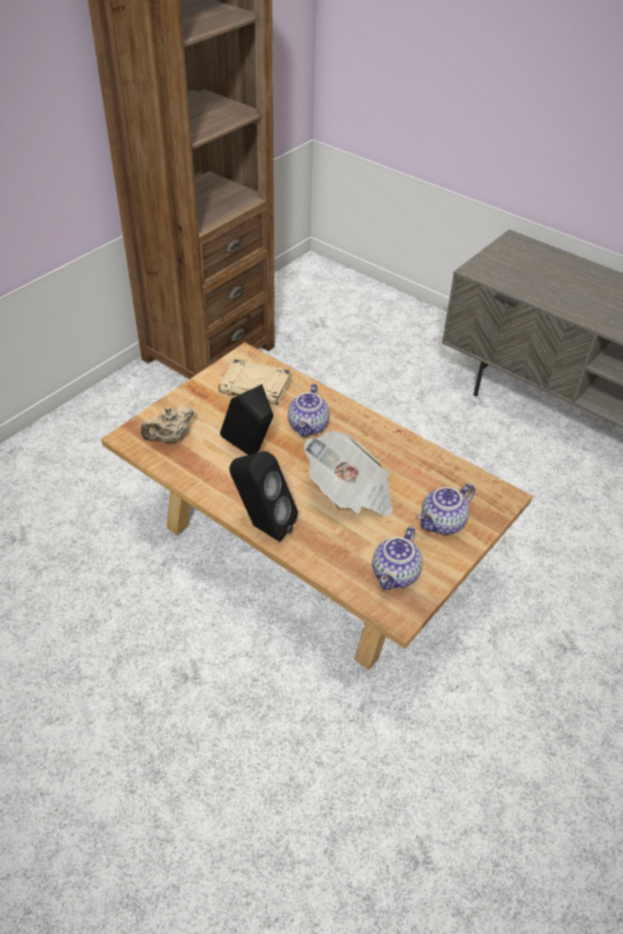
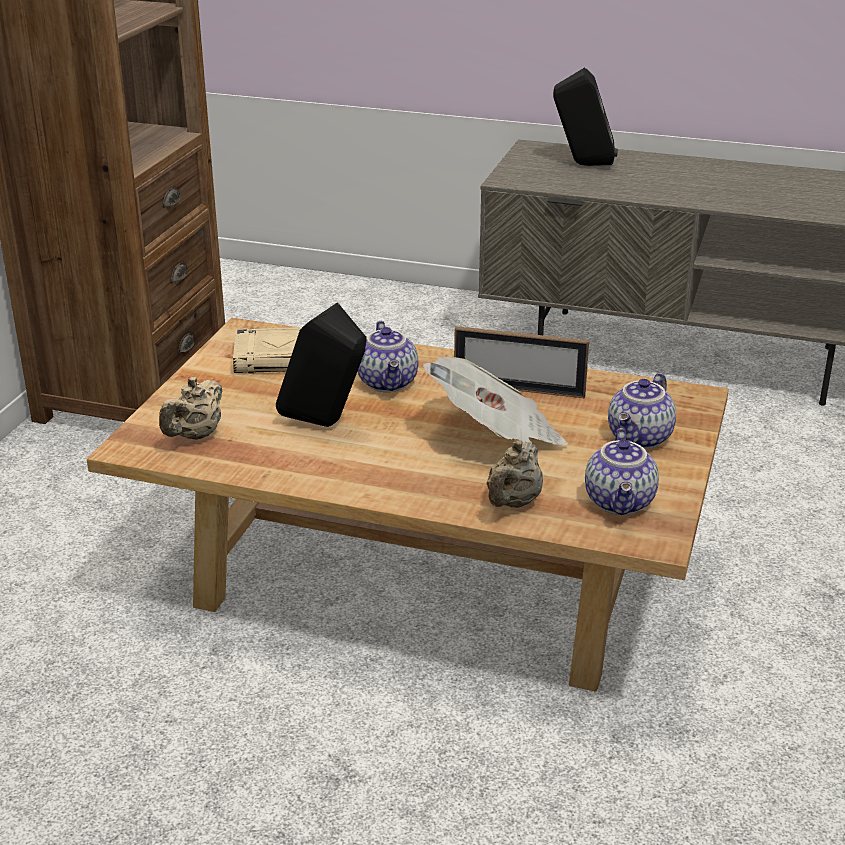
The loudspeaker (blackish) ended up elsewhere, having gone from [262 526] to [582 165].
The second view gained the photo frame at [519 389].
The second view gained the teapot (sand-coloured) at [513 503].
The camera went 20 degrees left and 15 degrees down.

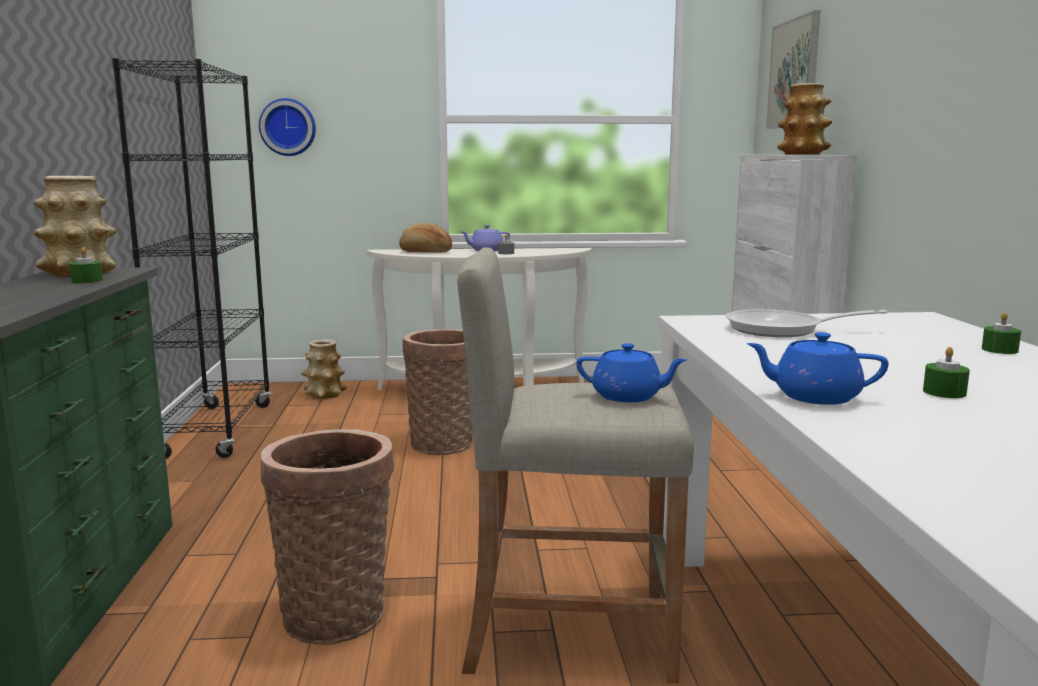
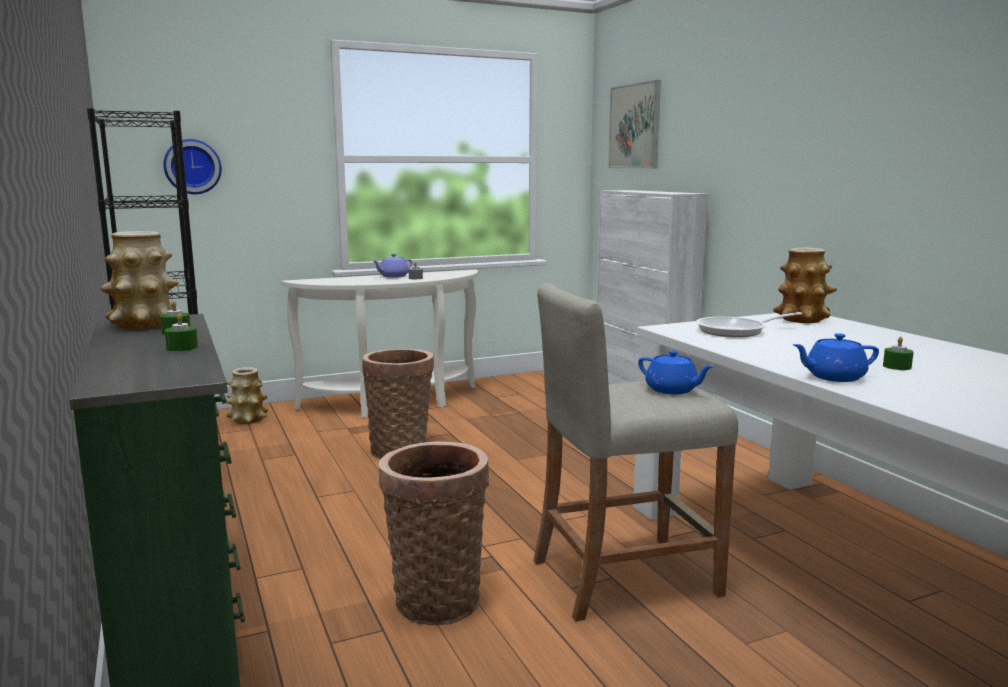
The decorative vase ended up elsewhere, having gone from [803 154] to [802 319].
The second view lost the baked bread at [425 251].
The wax candle (green-coloured) ended up elsewhere, having gone from [999 350] to [182 347].
The teapot (bluish) at [628 396] ended up facing another way, 45 degrees clockwise from before.
The camera went 20 degrees left and 0 degrees up.

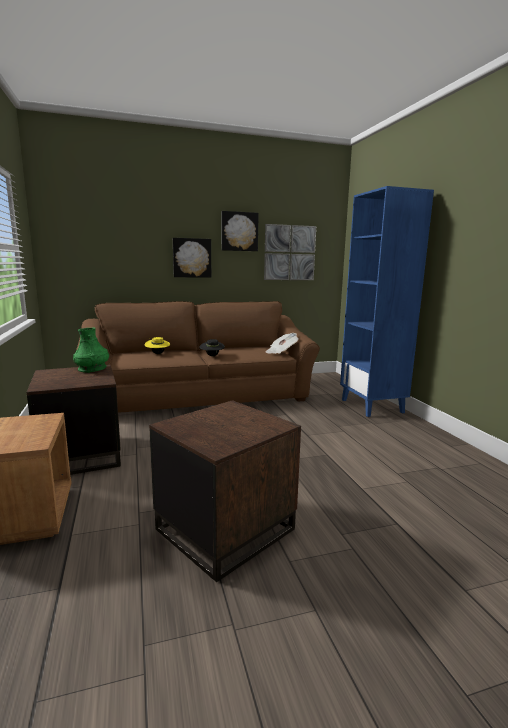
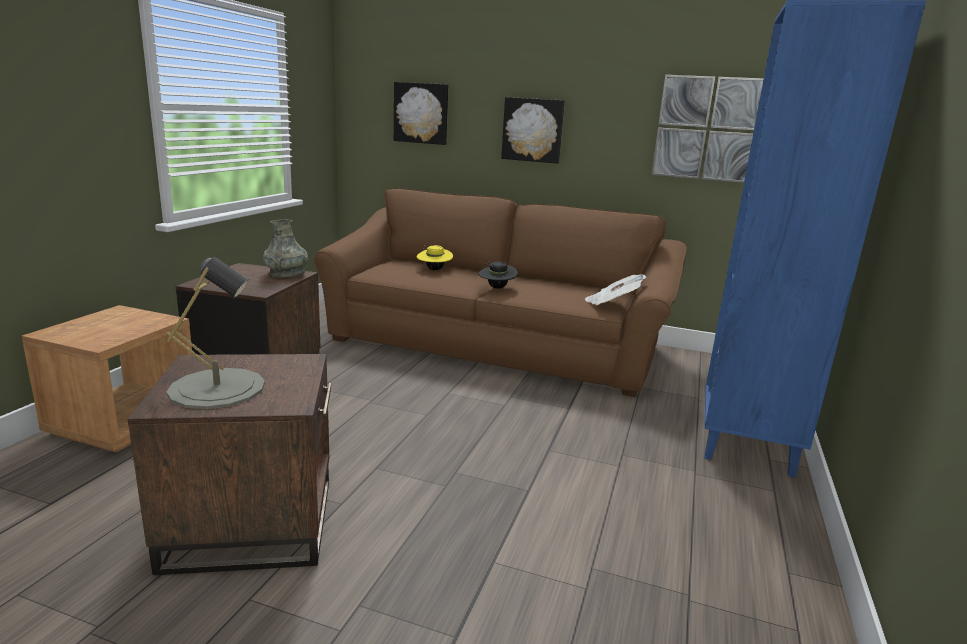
The wall art ended up elsewhere, having gone from [239 231] to [421 113].
What was the decorative vase (green-coloured) at [92 369] turned into the decorative vase (gray) at [286 274].
The second view gained the tabletop lamp (gray) at [217 388].
The camera went 35 degrees right and 5 degrees up.

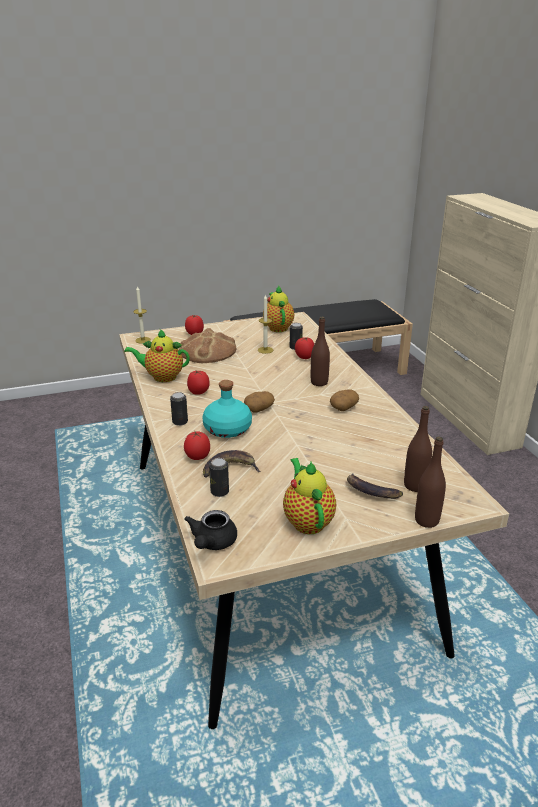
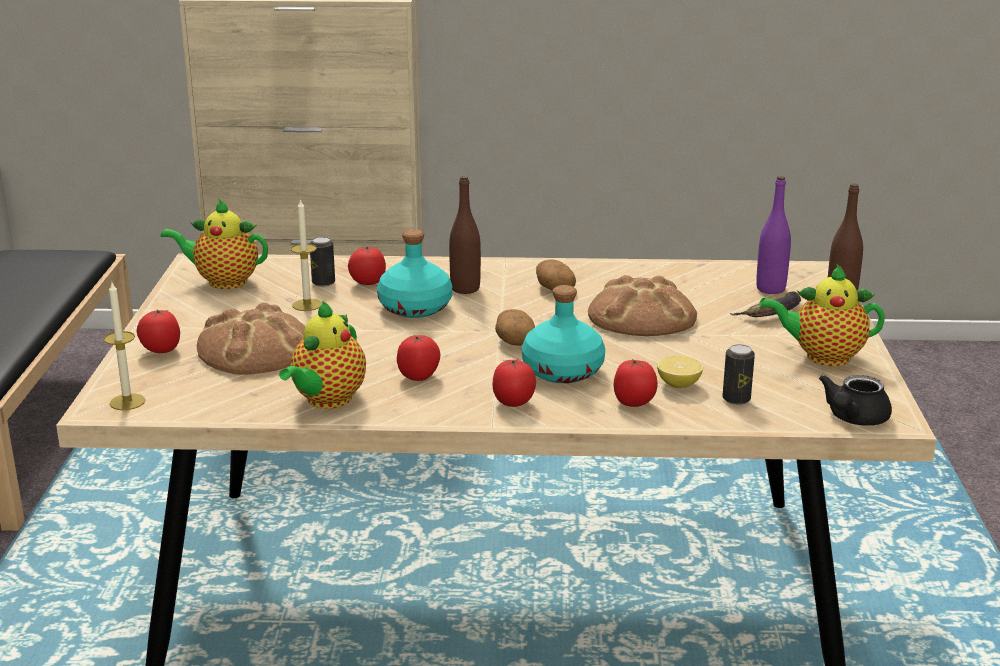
Where the can stood at [180 422], the tomato came to stand at [513 403].
What was the beverage bottle (brown) at [415 486] turned into the beverage bottle (purple) at [770 289].
Where the banana fruit stood at [230 468], the citrus fruit came to stand at [679 384].
The teapot (blackish) at [212 543] ended up facing another way, 90 degrees clockwise from before.
The second view gained the beverage bottle (turquoise-coloured) at [415 308].
The second view gained the baked bread at [641 316].
The camera went 70 degrees left and 5 degrees down.

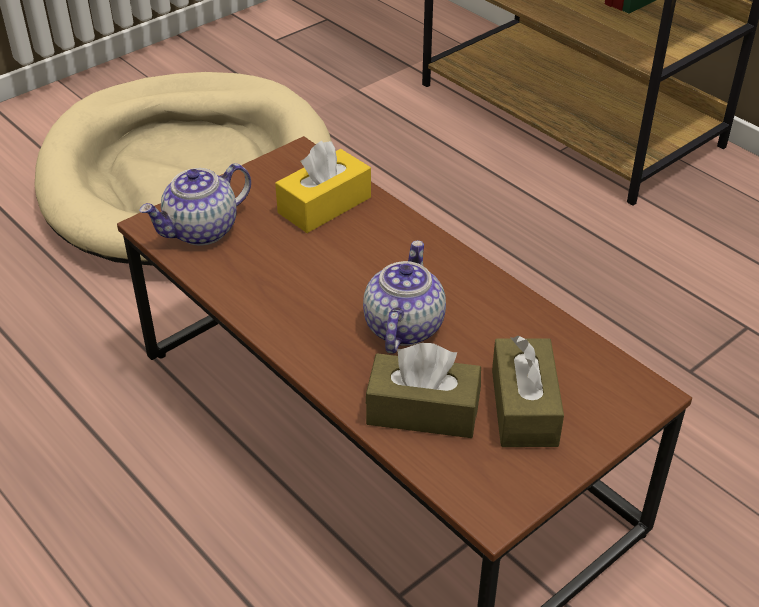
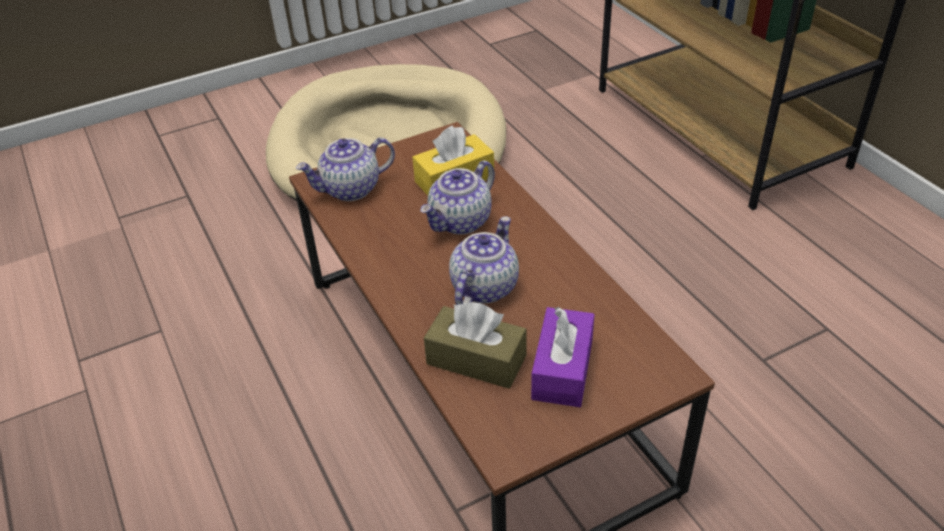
What was the tissue box (brown) at [524 407] turned into the tissue box (purple) at [562 369].
The second view gained the teapot at [461 222].
The camera went 15 degrees right and 0 degrees up.

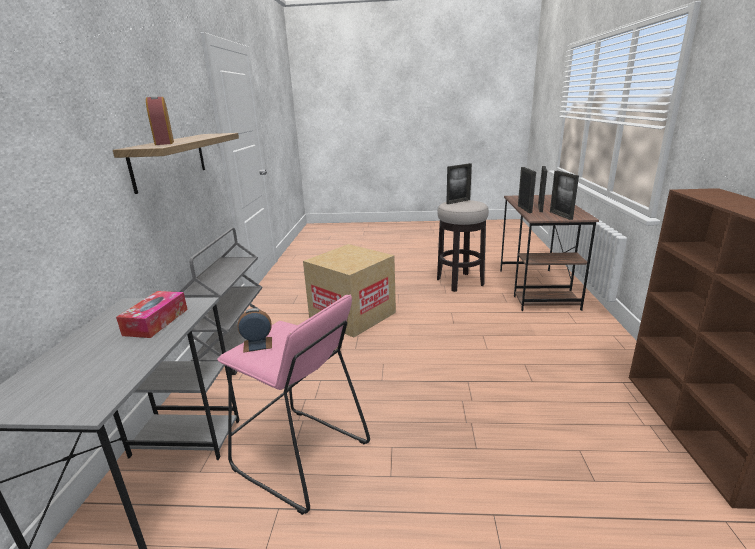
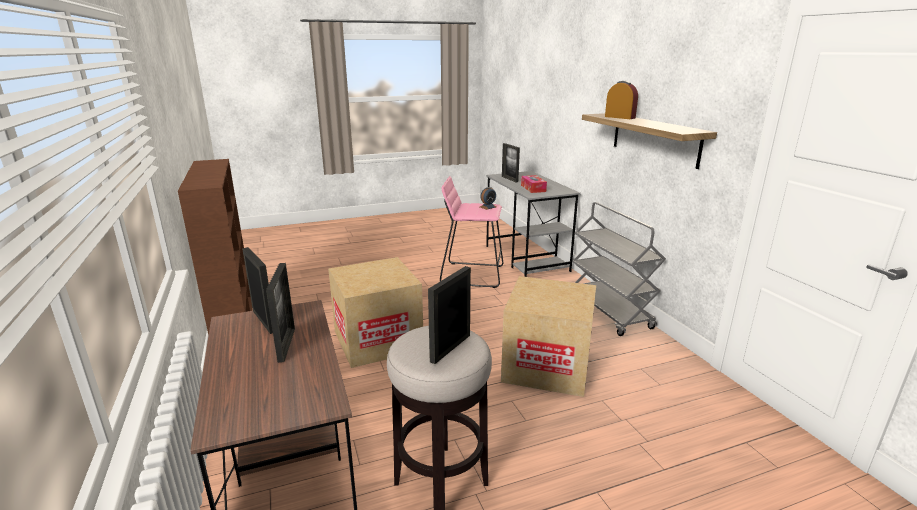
The photo frame ended up elsewhere, having gone from [524 209] to [509 179].
The second view gained the cardboard box at [378 340].
The camera went 155 degrees right and 0 degrees up.

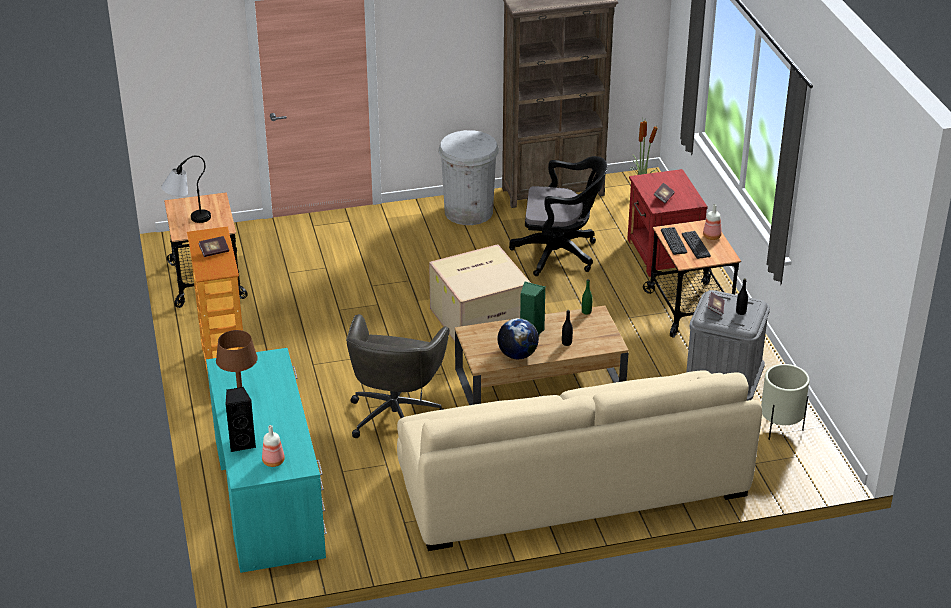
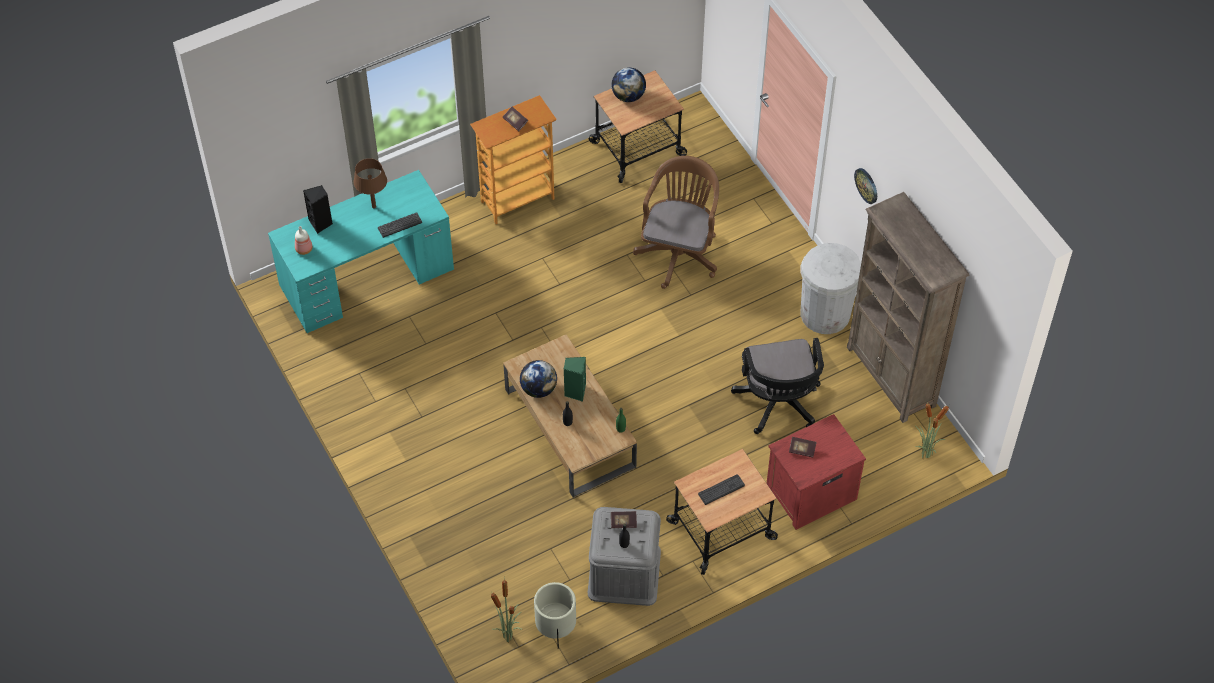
Where the tabletop lamp stood at [187 220], the desk globe came to stand at [628 96].
The second view lost the beverage bottle at [712 236].
The PC keyboard ended up elsewhere, having gone from [673 241] to [400 225].
The second view lost the cardboard box at [480 318].
The second view lost the computer chair (gray) at [396 415].
The second view lost the couch (sand-coloured) at [572 481].
The second view gained the computer chair (brown) at [679 251].
The second view gained the clock on the wall at [867 185].
The second view gained the houseplant at [508 635].
The camera went 75 degrees right and 20 degrees up.

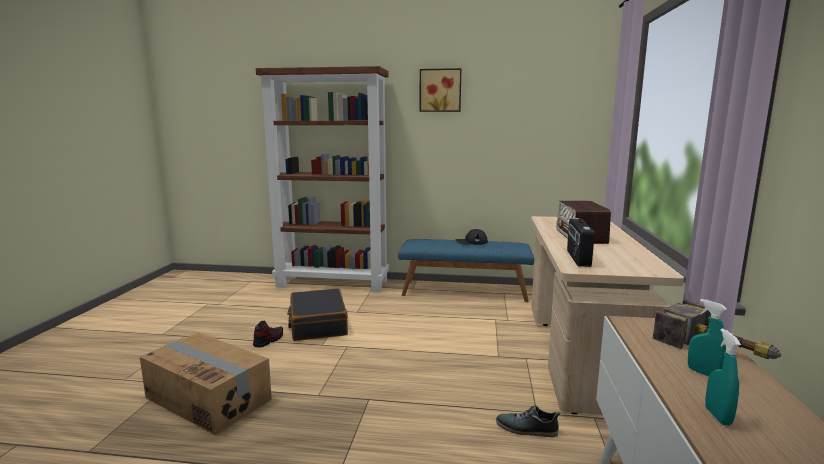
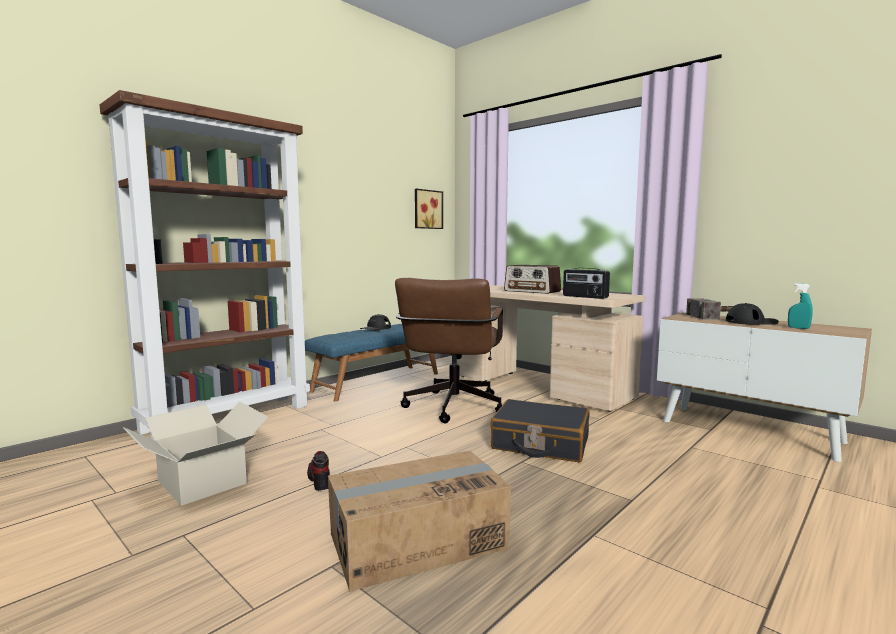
The wall art ended up elsewhere, having gone from [440 90] to [427 209].
The piece of luggage (blackish) ended up elsewhere, having gone from [318 324] to [540 444].
Where the sprayer (turquoise-coloured) stood at [703 373], the cap (blackish) came to stand at [751 322].
The second view lost the shoe at [526 429].
The second view gained the computer chair (brown) at [452 409].
The second view gained the cardboard box at [203 481].
The camera went 55 degrees left and 5 degrees down.

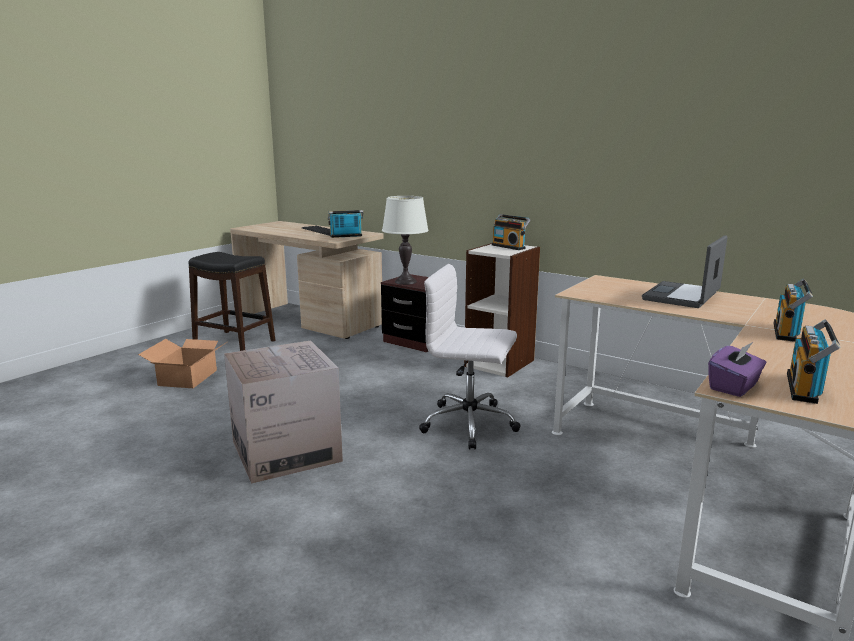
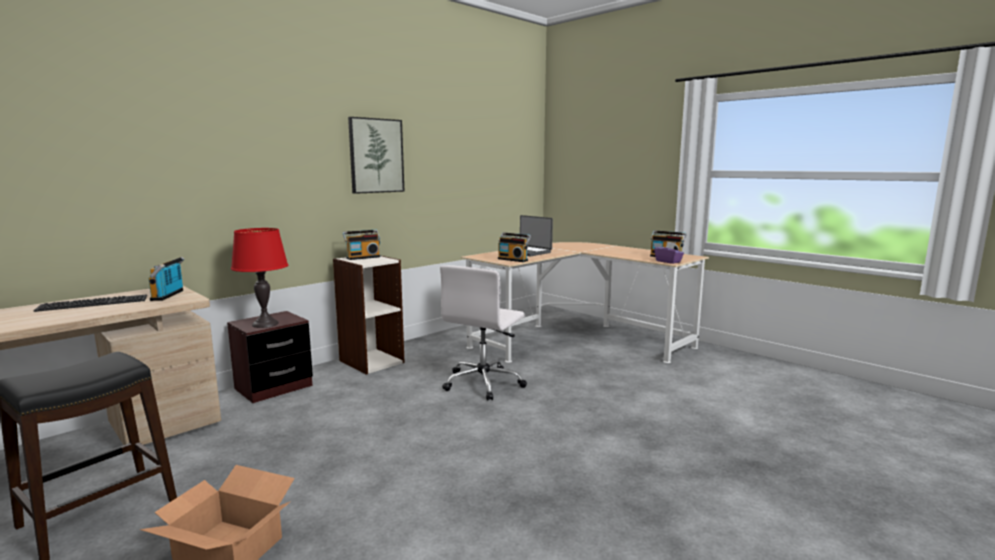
What was the tabletop lamp (white) at [405 282] turned into the tabletop lamp (reddish) at [265 324].
The radio receiver ended up elsewhere, having gone from [788 332] to [513 259].
The second view lost the cardboard box at [286 451].
The second view gained the wall art at [376 156].
The camera went 80 degrees left and 5 degrees down.

